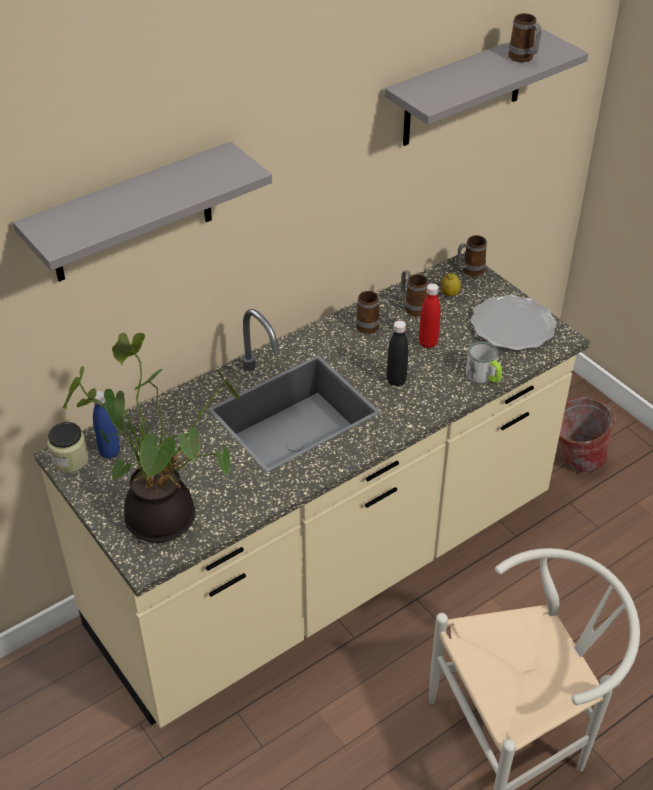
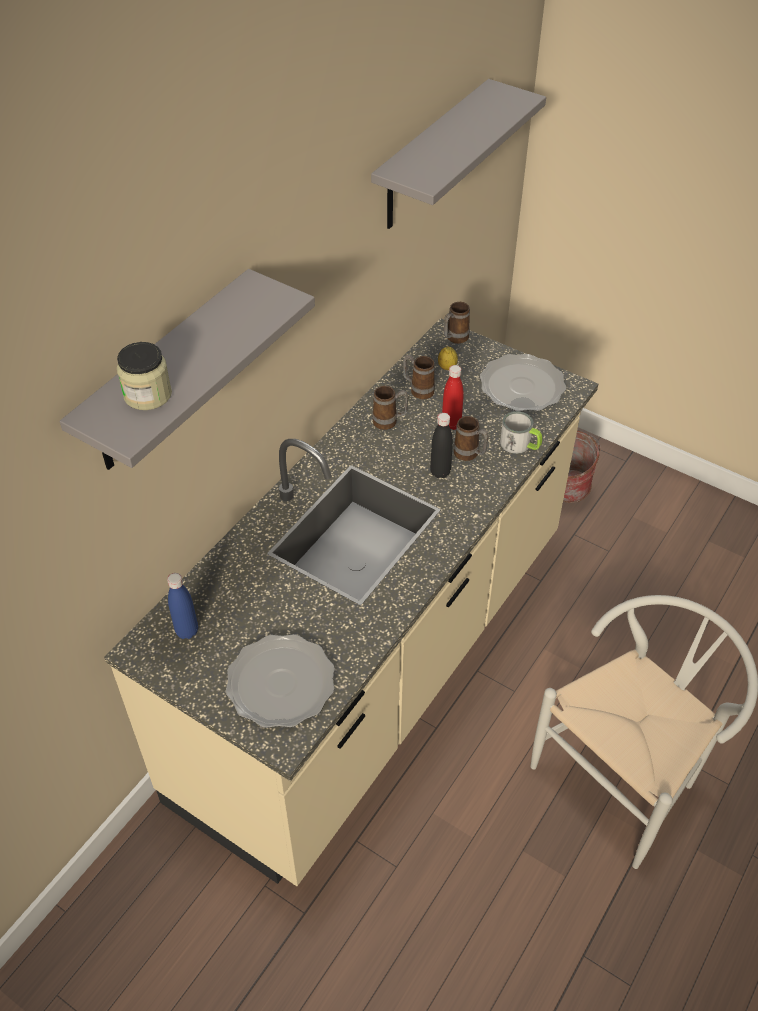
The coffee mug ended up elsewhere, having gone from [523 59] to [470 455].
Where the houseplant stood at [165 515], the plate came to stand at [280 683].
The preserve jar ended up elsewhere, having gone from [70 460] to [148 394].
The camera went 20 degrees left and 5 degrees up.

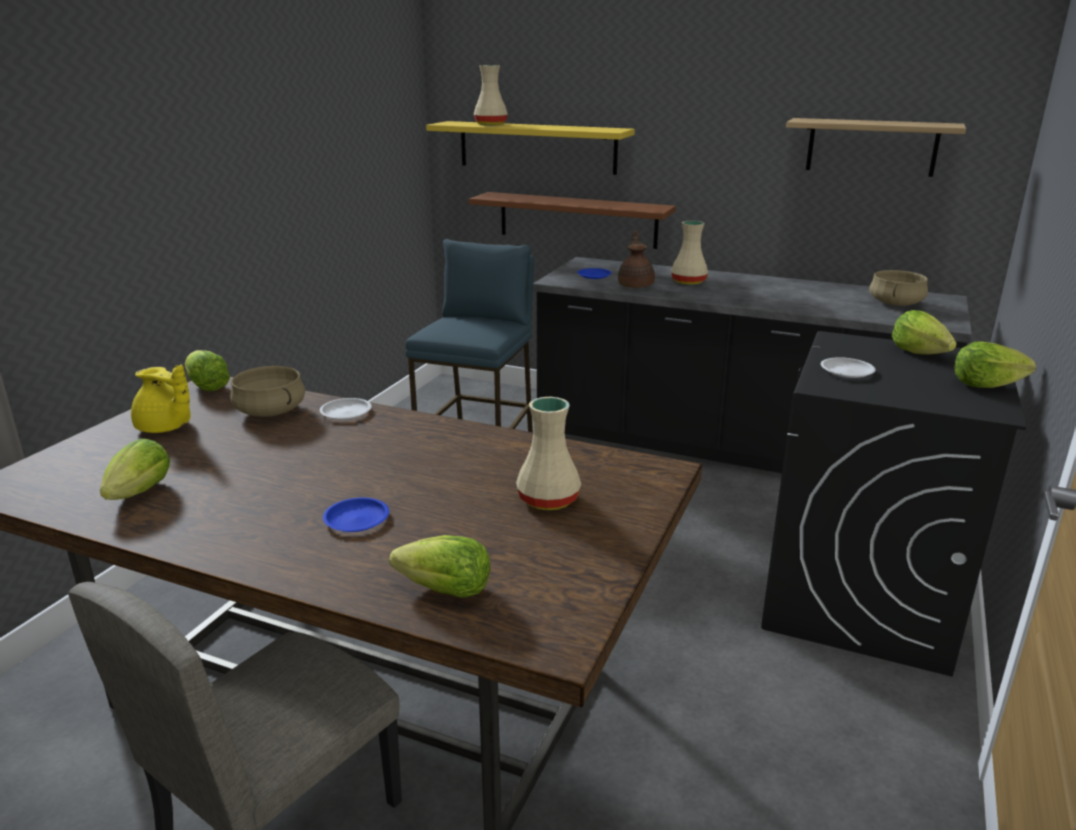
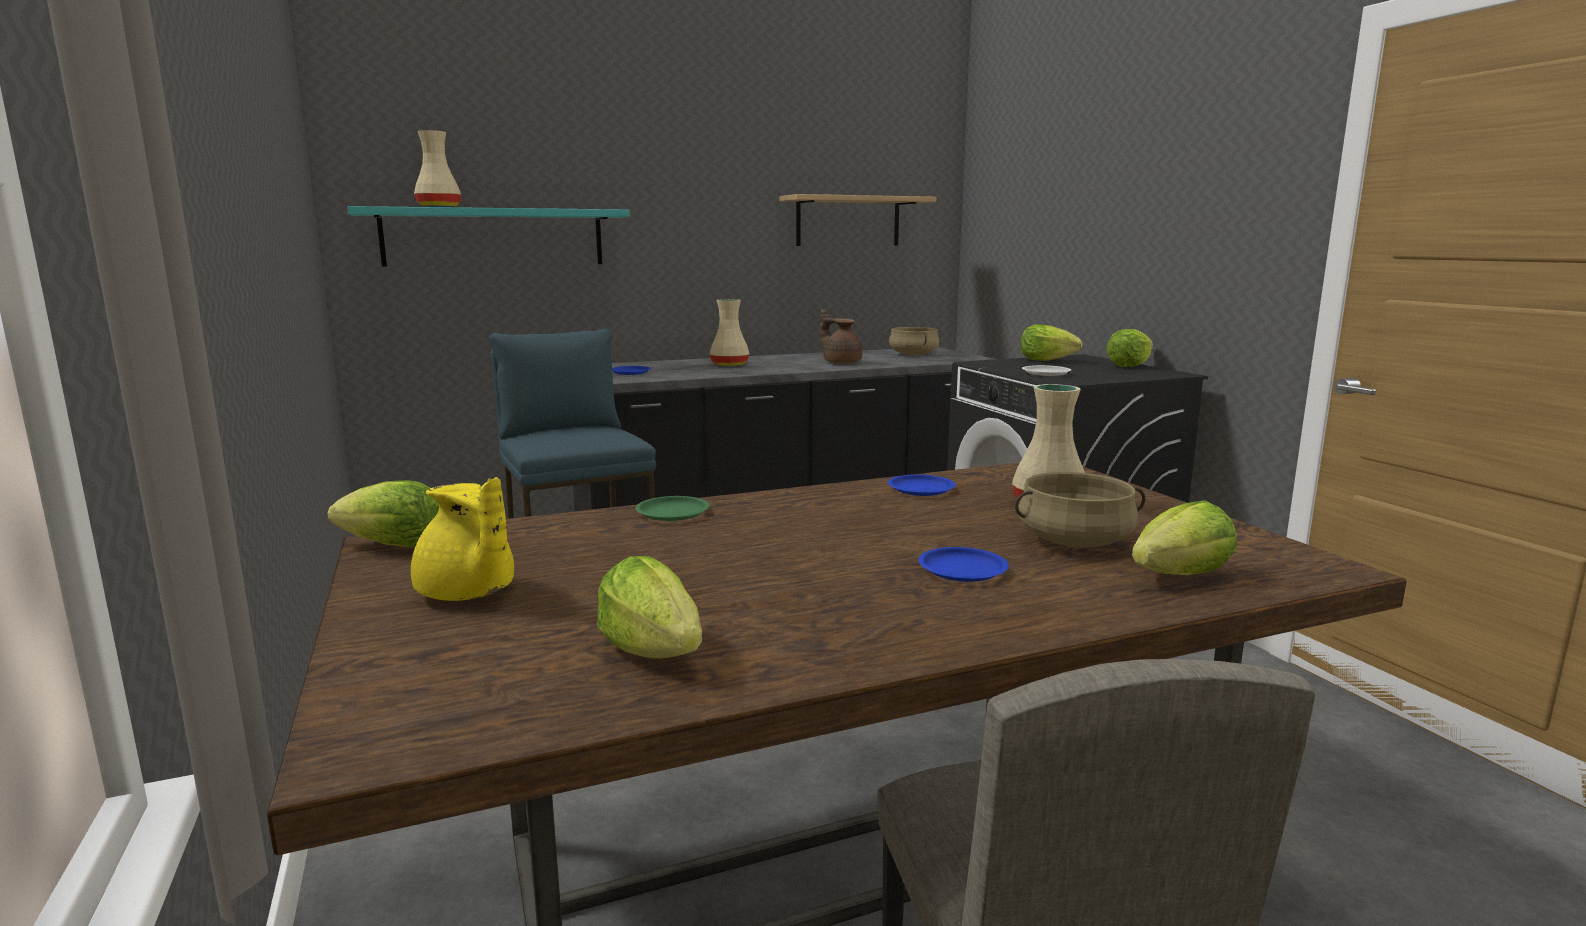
What was the bracket shelf (yellowish) at [537 147] turned into the bracket shelf (turquoise-coloured) at [494 237].
The second view lost the bracket shelf (brown) at [577 220].
The teapot (brown) ended up elsewhere, having gone from [636 285] to [841 362].
The teapot (yellowish) at [165 428] ended up facing another way, 60 degrees clockwise from before.
The cooking pot (sand-coloured) ended up elsewhere, having gone from [269 411] to [1074 542].
What was the plate (white) at [345 412] turned into the plate (green-coloured) at [672 513].
The second view gained the plate (bluish) at [921 489].
The camera went 45 degrees left and 10 degrees down.

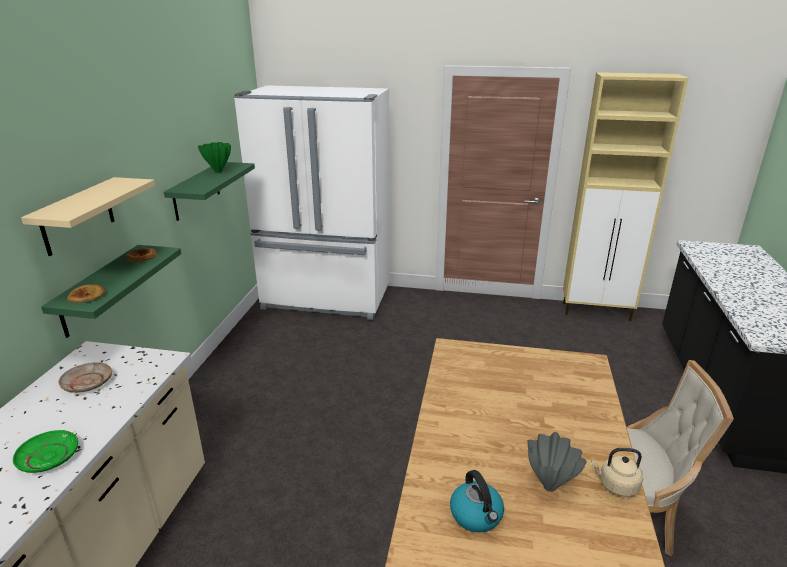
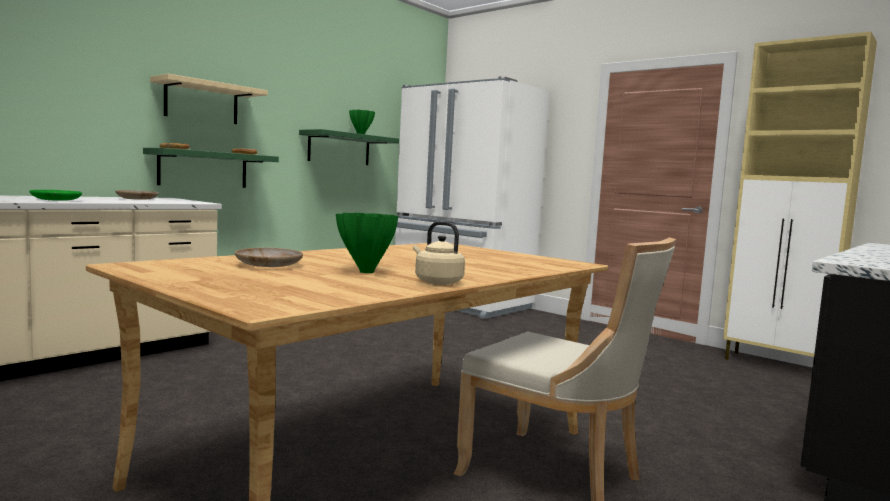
What was the decorative vase (gray) at [548 486] turned into the decorative vase (green-coloured) at [366 271].
Where the tea kettle stood at [476 515], the plate (sand-coloured) came to stand at [269 265].
The camera went 30 degrees right and 20 degrees down.

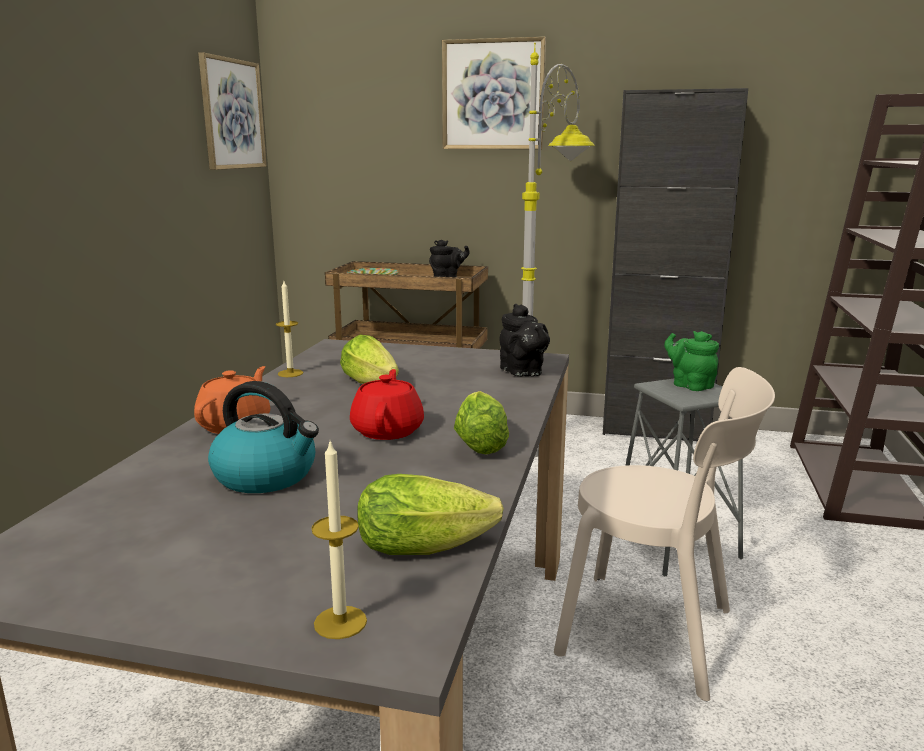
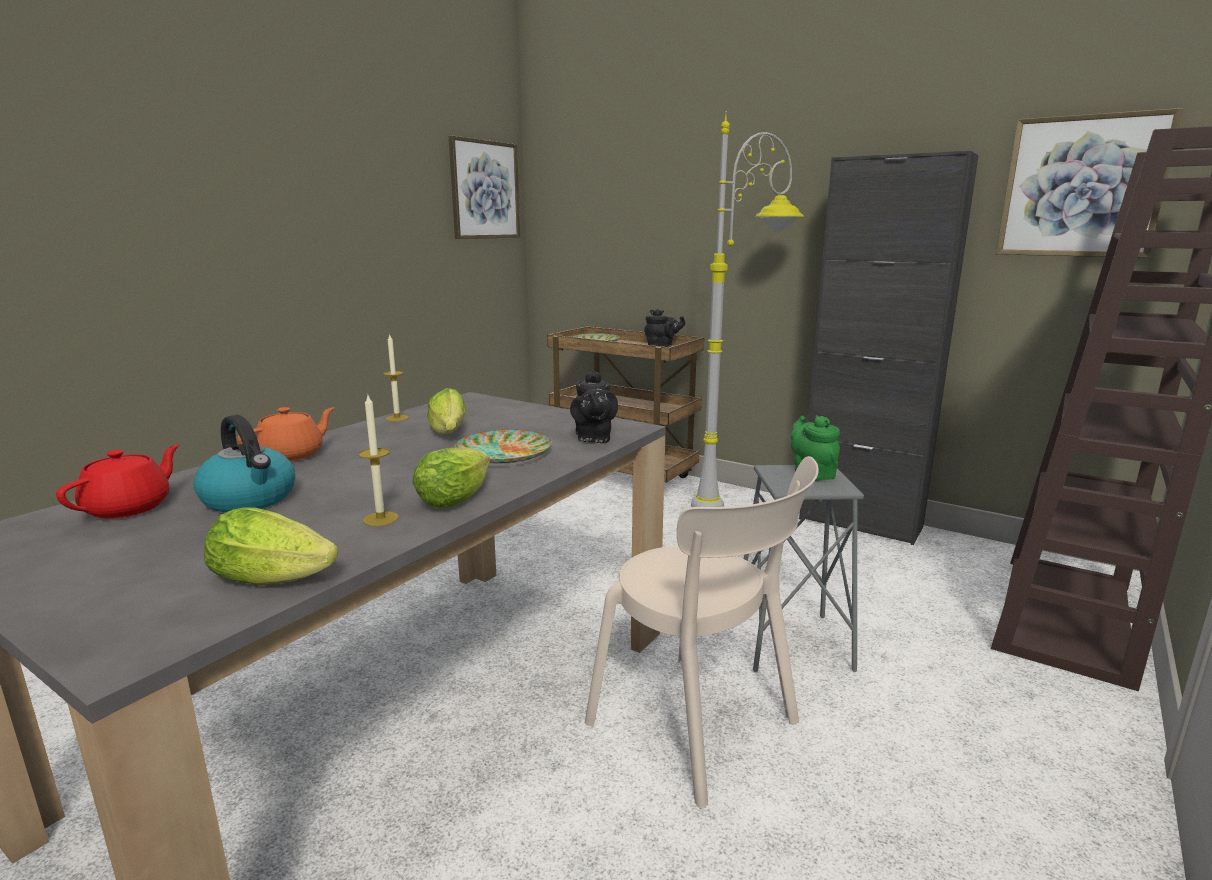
The wall art ended up elsewhere, having gone from [493 95] to [1081 187].
The teapot (reddish) ended up elsewhere, having gone from [388 430] to [130 508].
The wax candle ended up elsewhere, having gone from [340 622] to [381 519].
The second view gained the plate at [503 453].
The camera went 20 degrees right and 0 degrees up.

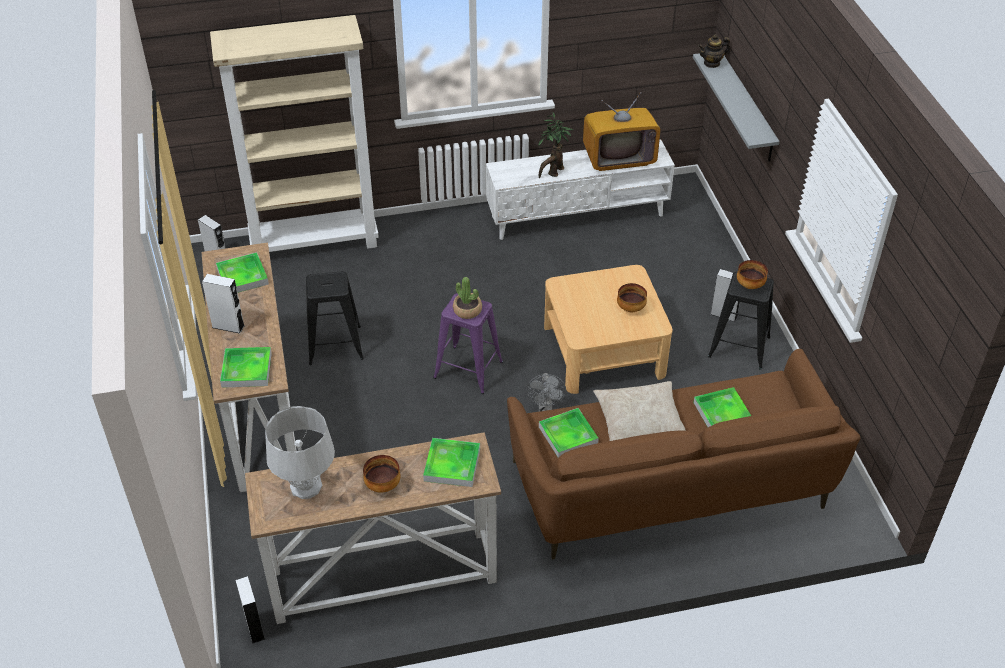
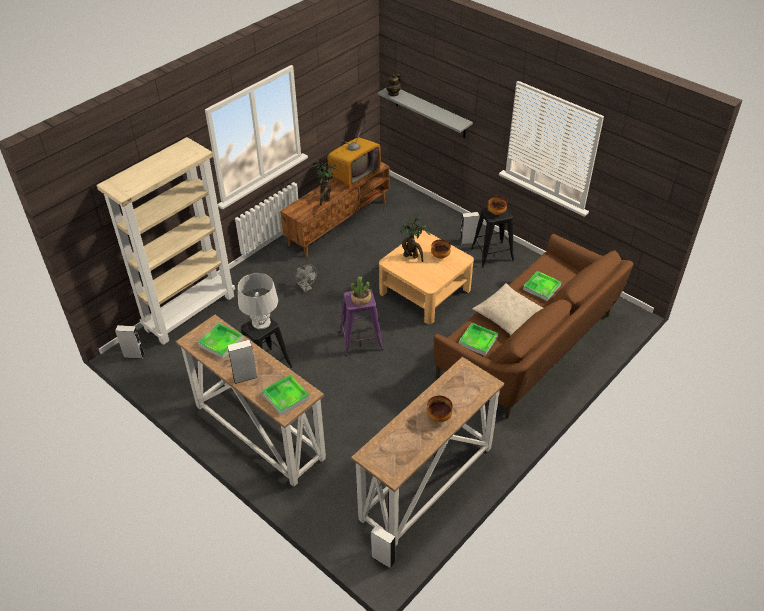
What was the media console (white) at [578 215] turned into the media console (brown) at [338 223].
The electric fan (gray) ended up elsewhere, having gone from [545 407] to [306 288].
The tabletop lamp (gray) ended up elsewhere, having gone from [306 486] to [261 322].
The second view lost the tray at [452 465].
The second view gained the houseplant at [412 256].
The camera went 35 degrees left and 0 degrees up.

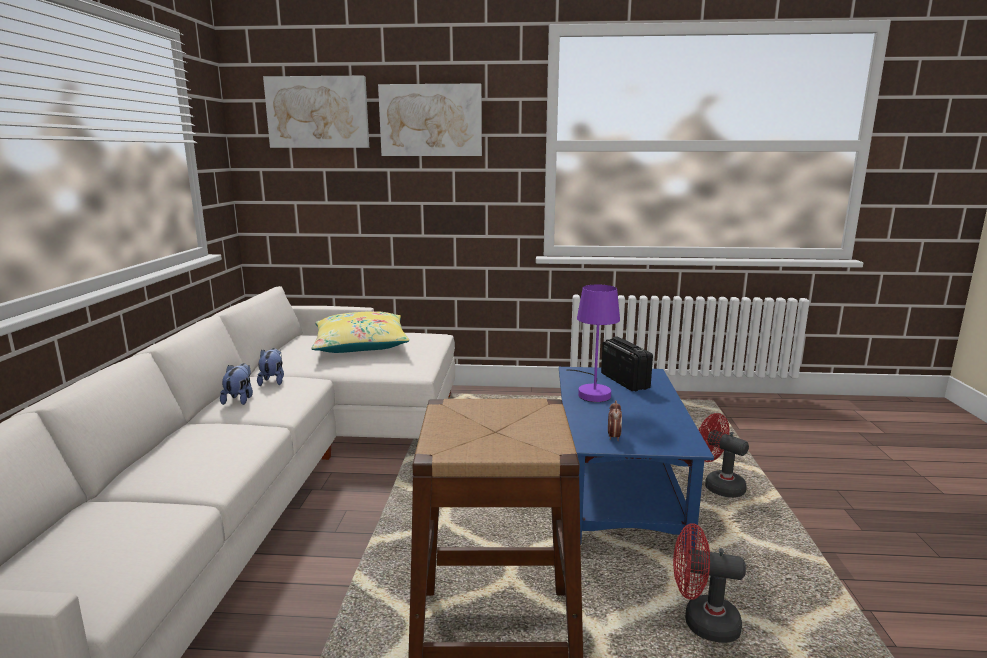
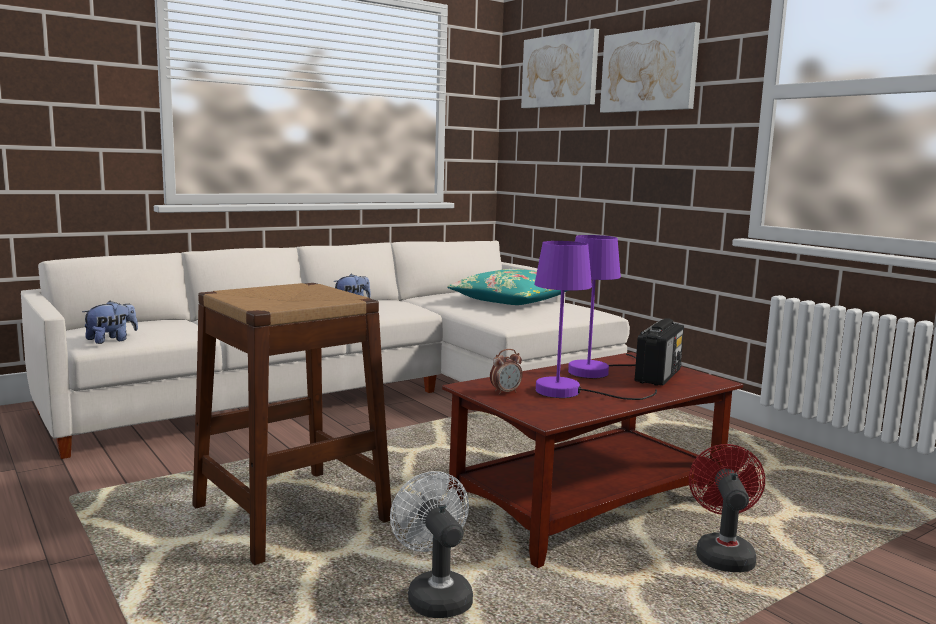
What was the throw pillow (yellowish) at [360 345] turned into the throw pillow (turquoise-coloured) at [512 301].
The plush toy ended up elsewhere, having gone from [273 381] to [111 340].
What was the lounge table (bluish) at [616 494] turned into the lounge table (brown) at [589 504].
What was the electric fan (reddish) at [702 622] turned into the electric fan (white) at [435 595].
The second view gained the tabletop lamp (purple) at [572 392].
The camera went 50 degrees right and 5 degrees down.

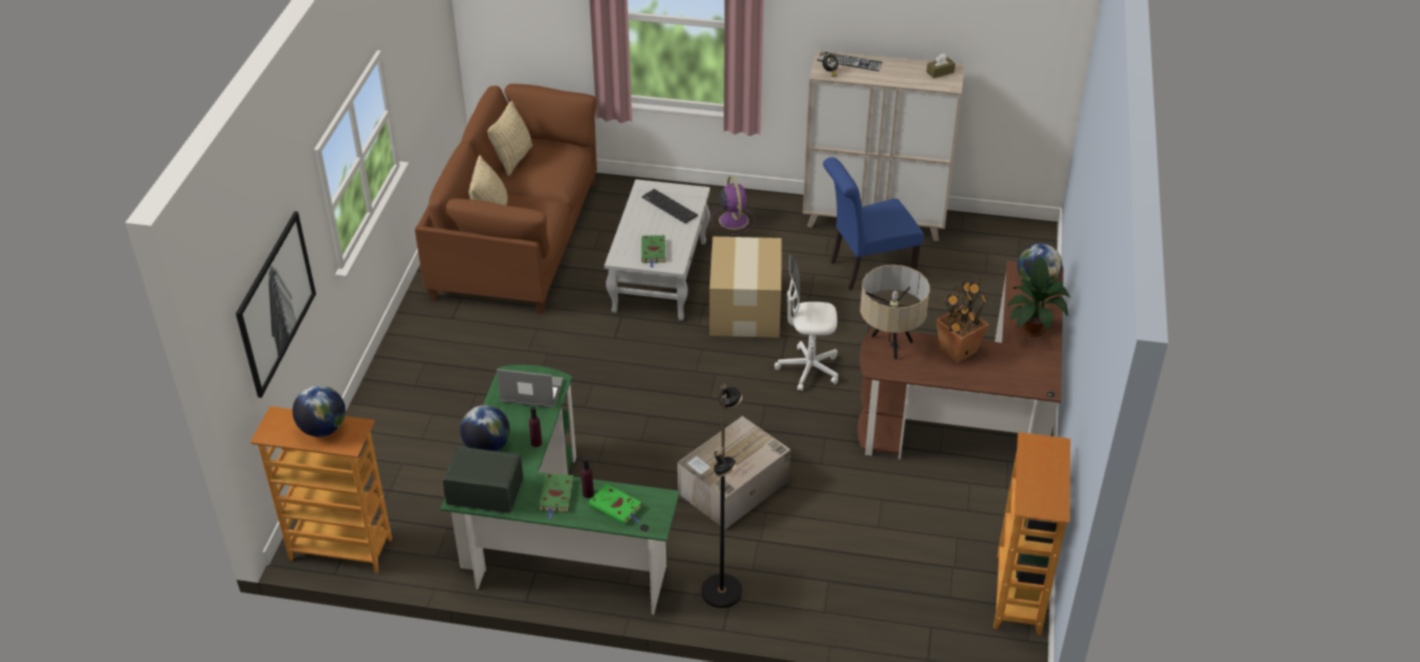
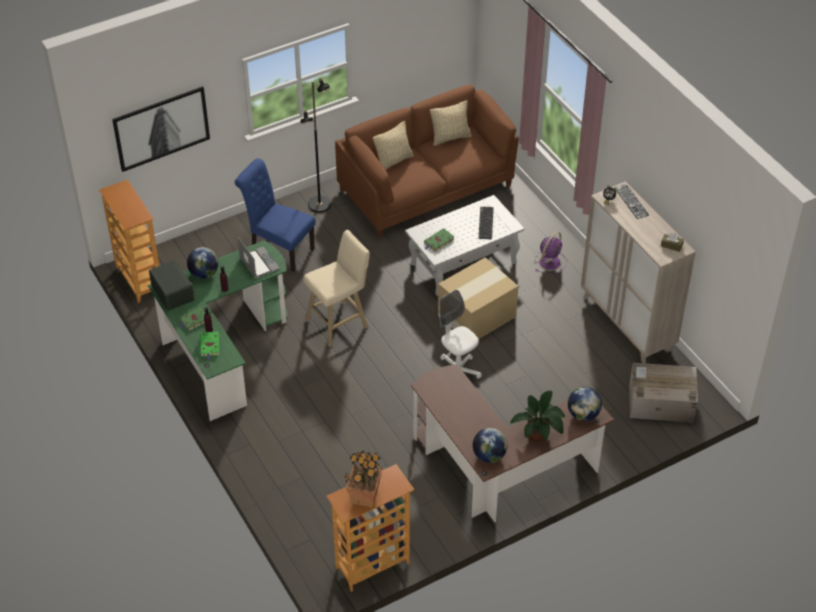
The upright chair (bluish) ended up elsewhere, having gone from [867 269] to [278 249].
The second view lost the tabletop lamp (sand-coloured) at [889 344].
The houseplant ended up elsewhere, having gone from [957 350] to [364 497].
The floor lamp (blackish) ended up elsewhere, having gone from [722 591] to [320 204].
The desk globe ended up elsewhere, having gone from [323 429] to [489 455].
The cardboard box ended up elsewhere, having gone from [732 488] to [660 402].
The second view gained the stool (sand-coloured) at [339 322].
The camera went 50 degrees right and 5 degrees up.

